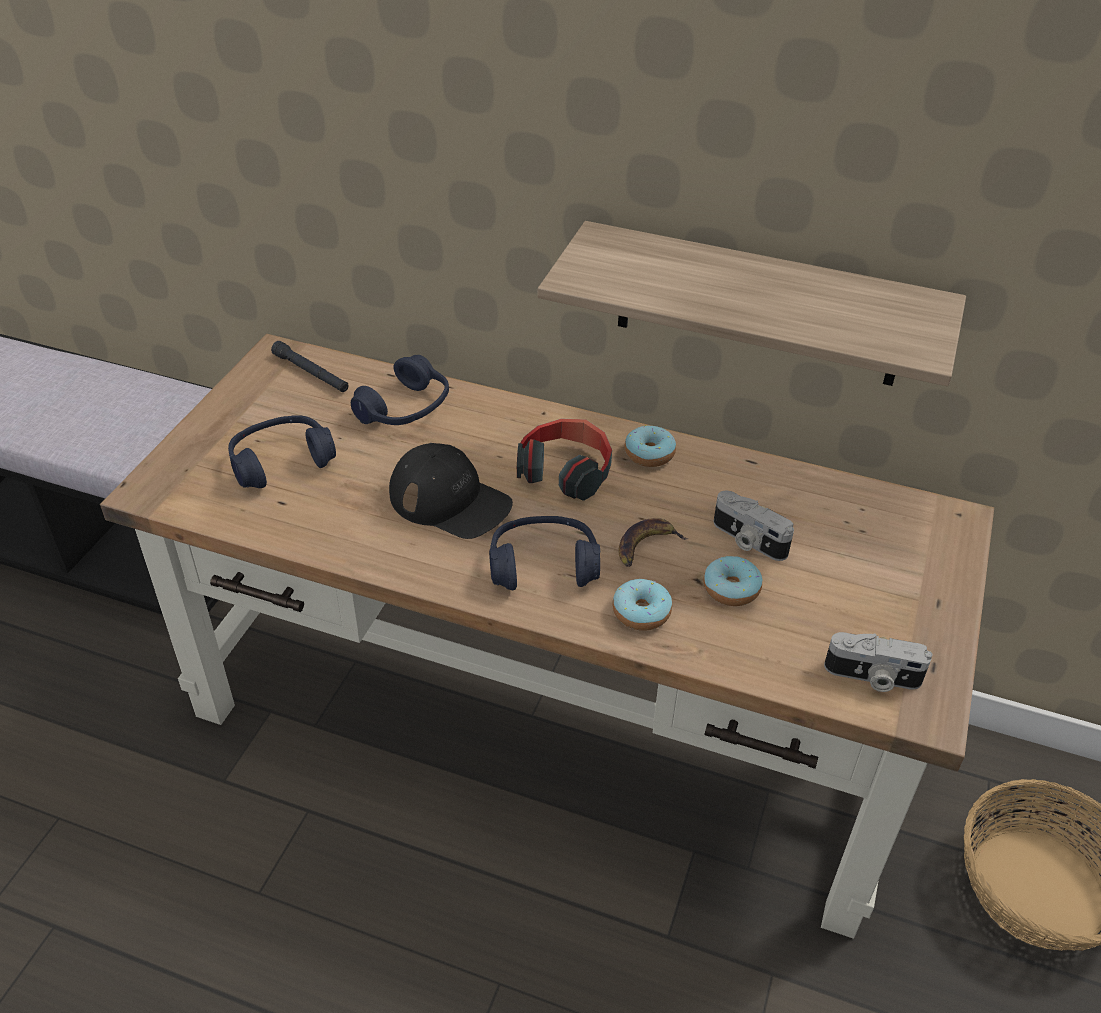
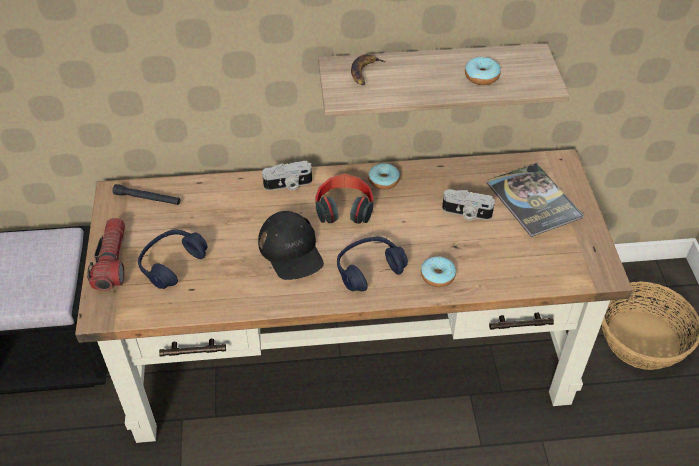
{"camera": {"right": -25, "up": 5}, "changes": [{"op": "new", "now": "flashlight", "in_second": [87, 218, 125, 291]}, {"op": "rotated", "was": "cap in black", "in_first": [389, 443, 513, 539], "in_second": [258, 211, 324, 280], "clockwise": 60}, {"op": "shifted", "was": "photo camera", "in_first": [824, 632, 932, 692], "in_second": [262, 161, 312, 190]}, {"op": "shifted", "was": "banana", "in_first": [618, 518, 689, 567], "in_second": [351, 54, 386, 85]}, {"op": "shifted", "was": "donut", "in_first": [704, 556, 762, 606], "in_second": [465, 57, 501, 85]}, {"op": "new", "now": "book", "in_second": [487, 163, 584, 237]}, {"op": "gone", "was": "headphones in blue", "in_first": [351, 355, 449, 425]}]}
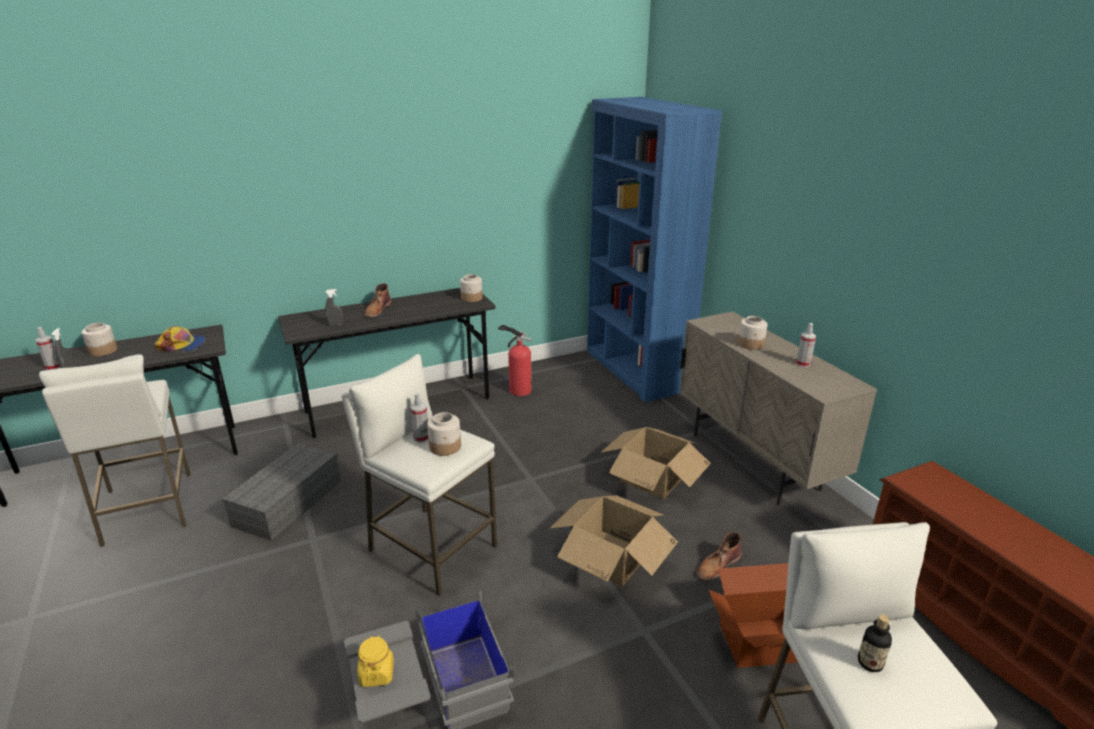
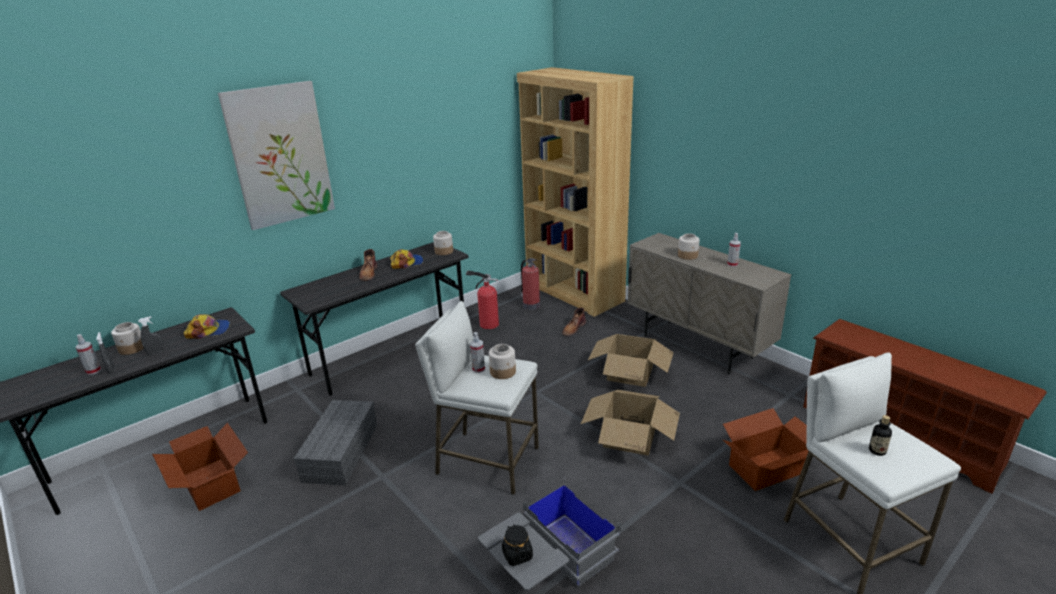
{"camera": {"right": -15, "up": 0}, "changes": [{"op": "shifted", "was": "spray bottle in grey", "in_first": [325, 289, 344, 326], "in_second": [138, 316, 164, 355]}, {"op": "swapped", "was": "stool in white", "now": "cardboard box", "in_first": [39, 354, 191, 547], "in_second": [152, 423, 248, 511]}, {"op": "new", "now": "picture", "in_second": [218, 81, 335, 230]}, {"op": "new", "now": "cap", "in_second": [390, 249, 424, 269]}, {"op": "repainted", "was": "jar in yellow", "now": "jar in black", "in_first": [357, 635, 394, 687], "in_second": [502, 524, 533, 566]}, {"op": "repainted", "was": "bookcase in blue", "now": "bookcase in brown", "in_first": [587, 97, 722, 402], "in_second": [517, 67, 634, 317]}, {"op": "new", "now": "fire extinguisher", "in_second": [521, 258, 540, 310]}, {"op": "shifted", "was": "boot in brown", "in_first": [696, 532, 742, 581], "in_second": [562, 307, 586, 336]}]}
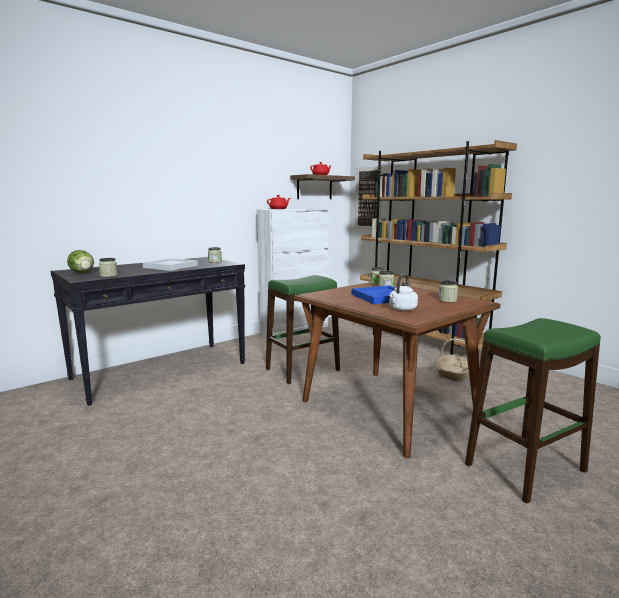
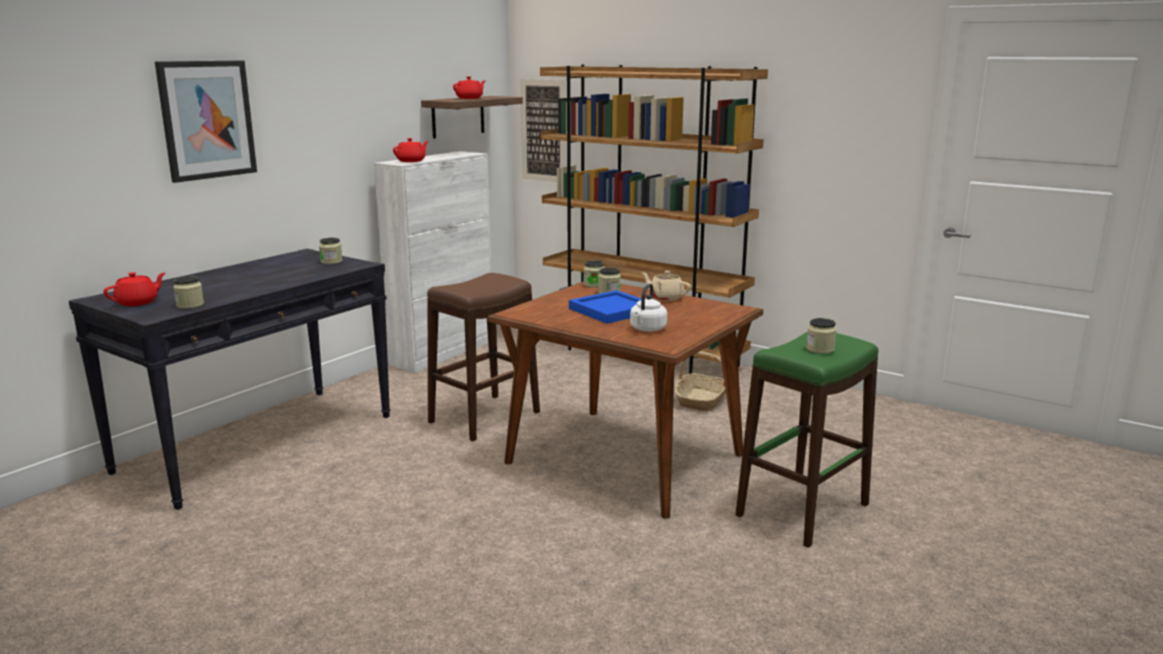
{"camera": {"right": -15, "up": 5}, "changes": [{"op": "swapped", "was": "lettuce", "now": "teapot in red", "in_first": [67, 250, 94, 273], "in_second": [103, 272, 166, 306]}, {"op": "new", "now": "picture", "in_second": [155, 60, 257, 183]}, {"op": "repainted", "was": "stool in green", "now": "stool in brown", "in_first": [266, 275, 340, 384], "in_second": [427, 273, 540, 441]}, {"op": "new", "now": "teapot in beige", "in_second": [641, 271, 691, 301]}, {"op": "shifted", "was": "jar", "in_first": [438, 280, 458, 302], "in_second": [806, 318, 837, 354]}, {"op": "gone", "was": "tray in white", "in_first": [143, 258, 198, 271]}]}
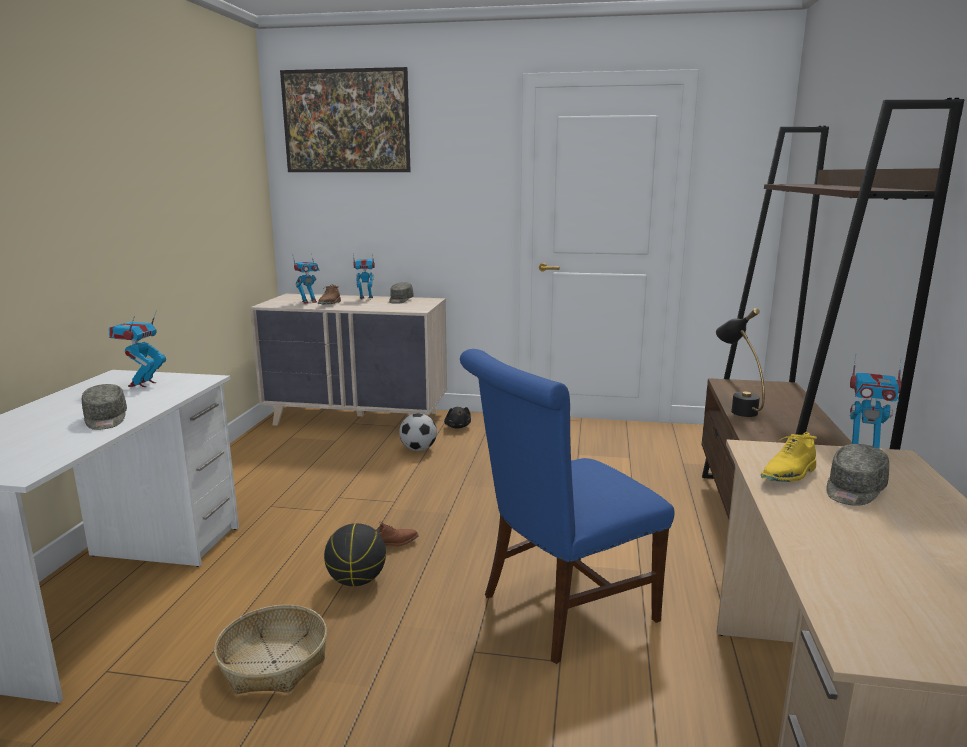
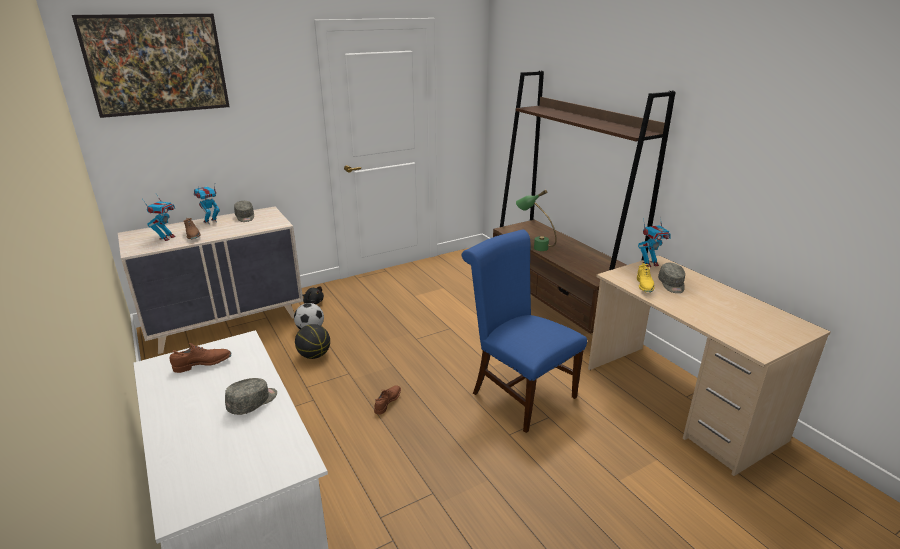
{"camera": {"right": -40, "up": 10}, "changes": [{"op": "swapped", "was": "toy robot", "now": "shoe in brown", "in_first": [109, 310, 166, 387], "in_second": [170, 343, 232, 373]}, {"op": "rotated", "was": "cap in grey", "in_first": [82, 384, 127, 430], "in_second": [225, 378, 277, 415], "clockwise": -75}, {"op": "shifted", "was": "basketball", "in_first": [324, 523, 386, 586], "in_second": [295, 324, 330, 359]}, {"op": "rotated", "was": "chair in blue", "in_first": [460, 349, 675, 664], "in_second": [462, 229, 587, 433], "clockwise": 120}, {"op": "repainted", "was": "table lamp in black", "now": "table lamp in green", "in_first": [716, 308, 765, 417], "in_second": [516, 190, 557, 251]}, {"op": "gone", "was": "basket", "in_first": [214, 605, 327, 694]}]}
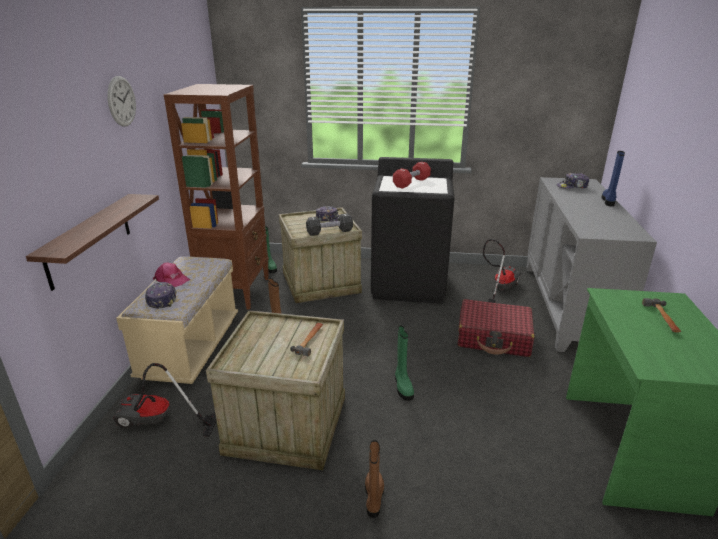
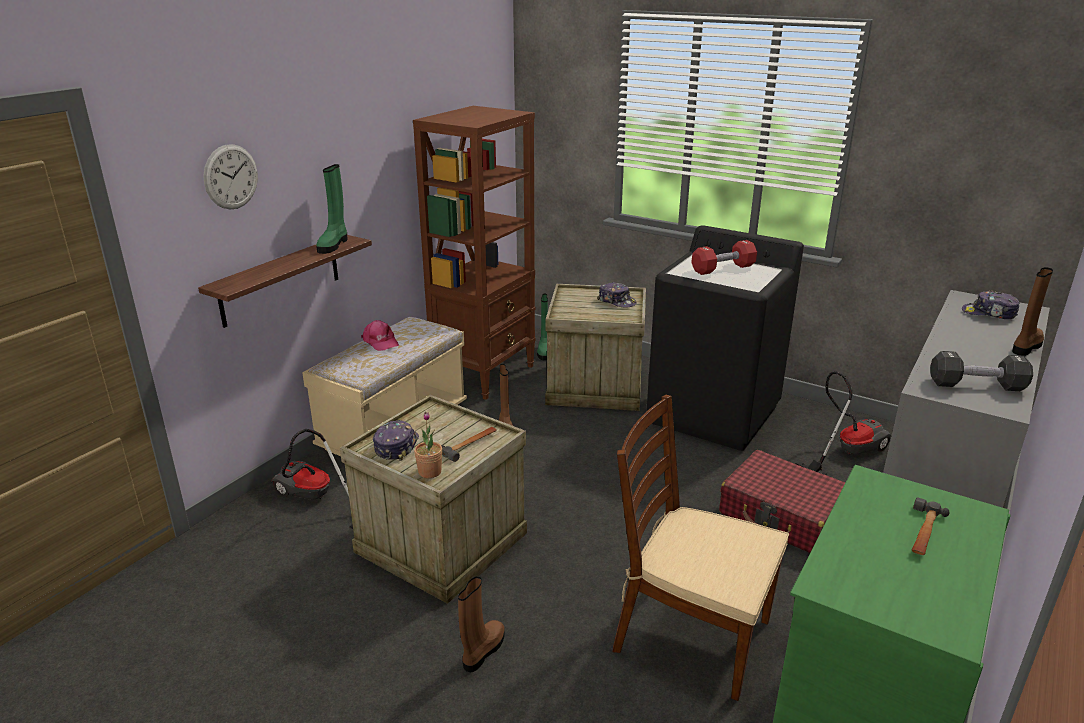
{"camera": {"right": 25, "up": 0}, "changes": [{"op": "shifted", "was": "wall clock", "in_first": [107, 76, 136, 127], "in_second": [203, 144, 258, 210]}, {"op": "shifted", "was": "boot in green", "in_first": [395, 325, 414, 401], "in_second": [316, 164, 347, 254]}, {"op": "shifted", "was": "cap", "in_first": [145, 282, 177, 308], "in_second": [373, 420, 419, 461]}, {"op": "new", "now": "potted plant", "in_second": [414, 412, 442, 478]}, {"op": "new", "now": "chair in brown", "in_second": [613, 395, 789, 701]}, {"op": "shifted", "was": "dumbbell in black", "in_first": [306, 213, 353, 236], "in_second": [930, 351, 1033, 391]}, {"op": "repainted", "was": "boot in blue", "now": "boot in brown", "in_first": [601, 151, 625, 206], "in_second": [1012, 267, 1053, 356]}]}
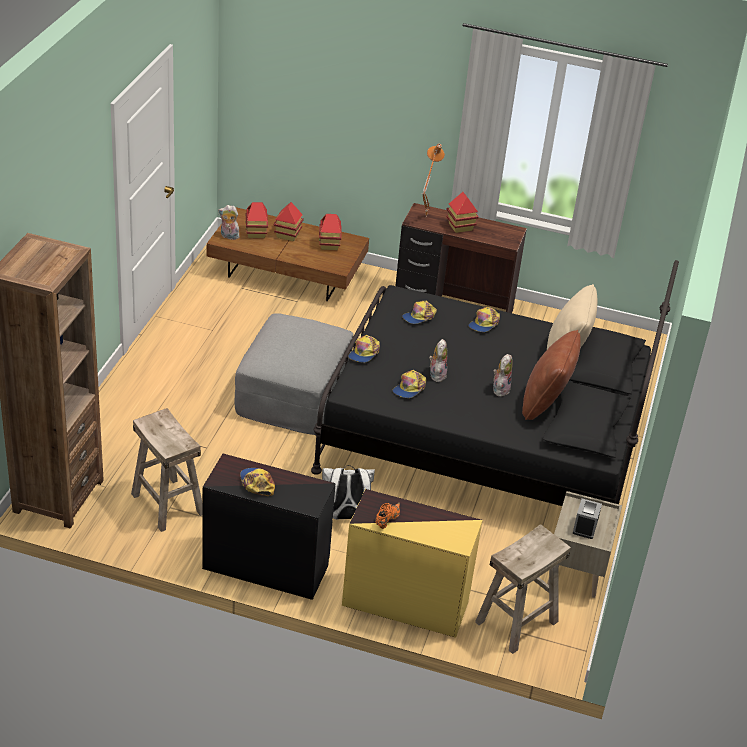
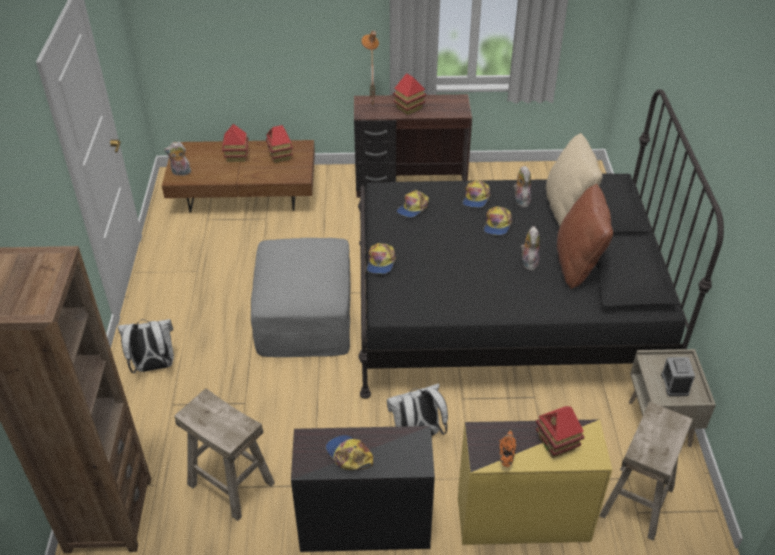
{"camera": {"right": -15, "up": 5}, "changes": [{"op": "new", "now": "backpack in white", "in_second": [118, 319, 174, 373]}, {"op": "shifted", "was": "cap", "in_first": [392, 370, 426, 398], "in_second": [483, 206, 512, 235]}, {"op": "shifted", "was": "plush toy", "in_first": [429, 339, 447, 382], "in_second": [514, 166, 531, 207]}, {"op": "shifted", "was": "toy house", "in_first": [246, 202, 268, 239], "in_second": [536, 406, 584, 458]}]}
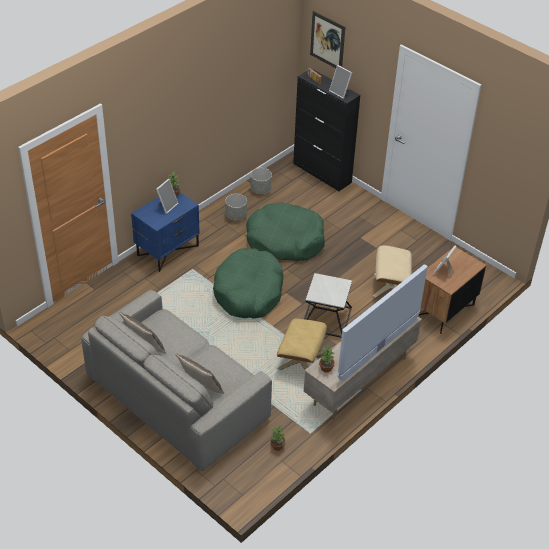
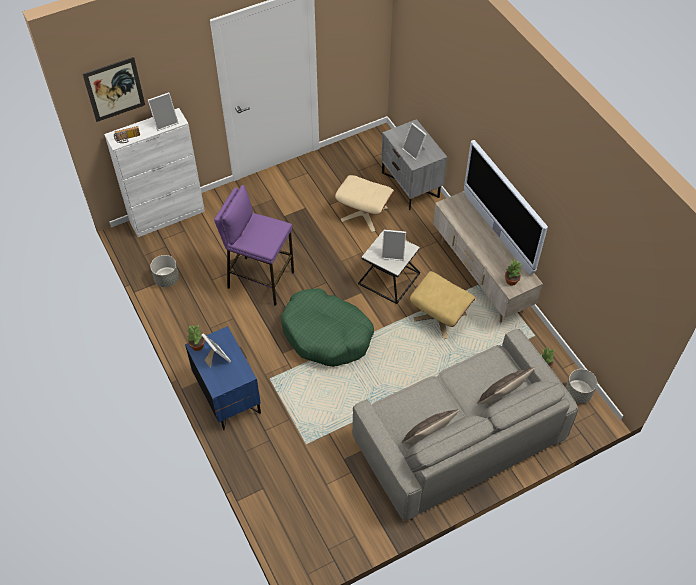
{"camera": {"right": -70, "up": 10}, "changes": [{"op": "repainted", "was": "cabinet in black", "now": "cabinet in white", "in_first": [293, 68, 360, 191], "in_second": [104, 108, 205, 237]}, {"op": "swapped", "was": "dog bed in green", "now": "stool in purple", "in_first": [246, 203, 325, 261], "in_second": [214, 185, 294, 306]}, {"op": "repainted", "was": "nightstand in brown", "now": "nightstand in grey", "in_first": [419, 247, 486, 334], "in_second": [381, 119, 447, 210]}, {"op": "new", "now": "picture frame", "in_second": [382, 229, 406, 261]}, {"op": "shifted", "was": "planter in grey", "in_first": [225, 194, 247, 221], "in_second": [565, 369, 597, 404]}]}
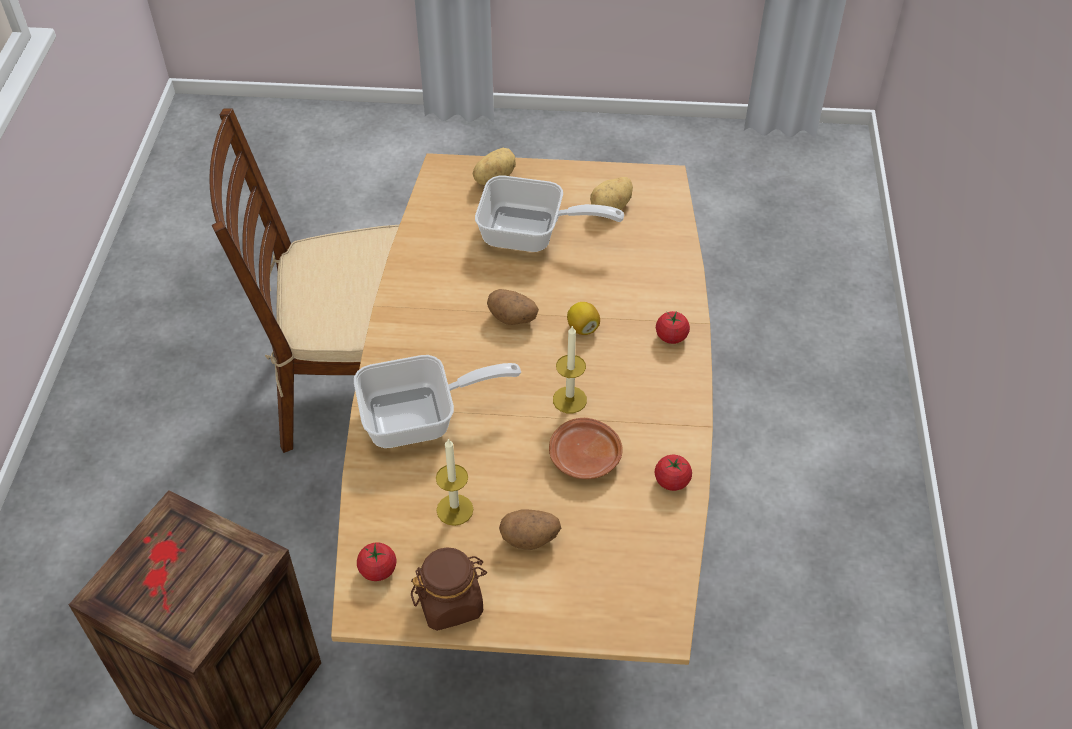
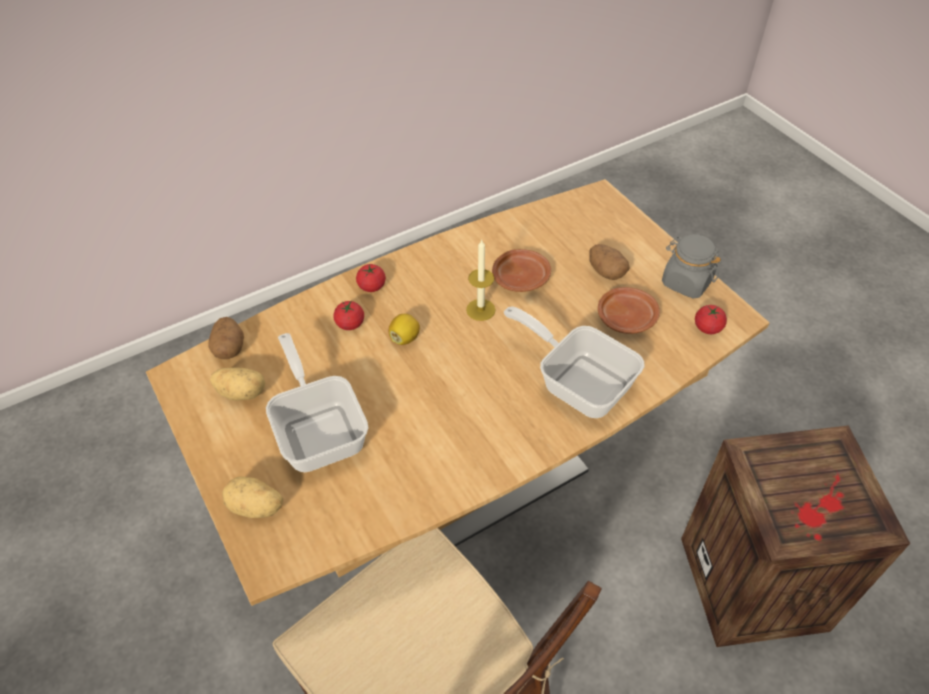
{"camera": {"right": -125, "up": 0}, "changes": [{"op": "shifted", "was": "potato", "in_first": [487, 289, 539, 325], "in_second": [208, 317, 244, 359]}, {"op": "shifted", "was": "tomato", "in_first": [655, 455, 692, 491], "in_second": [333, 301, 364, 330]}, {"op": "swapped", "was": "candle", "now": "plate in brown", "in_first": [436, 438, 473, 526], "in_second": [598, 287, 660, 334]}, {"op": "repainted", "was": "jar in brown", "now": "jar in grey", "in_first": [411, 547, 487, 631], "in_second": [662, 234, 721, 299]}]}
